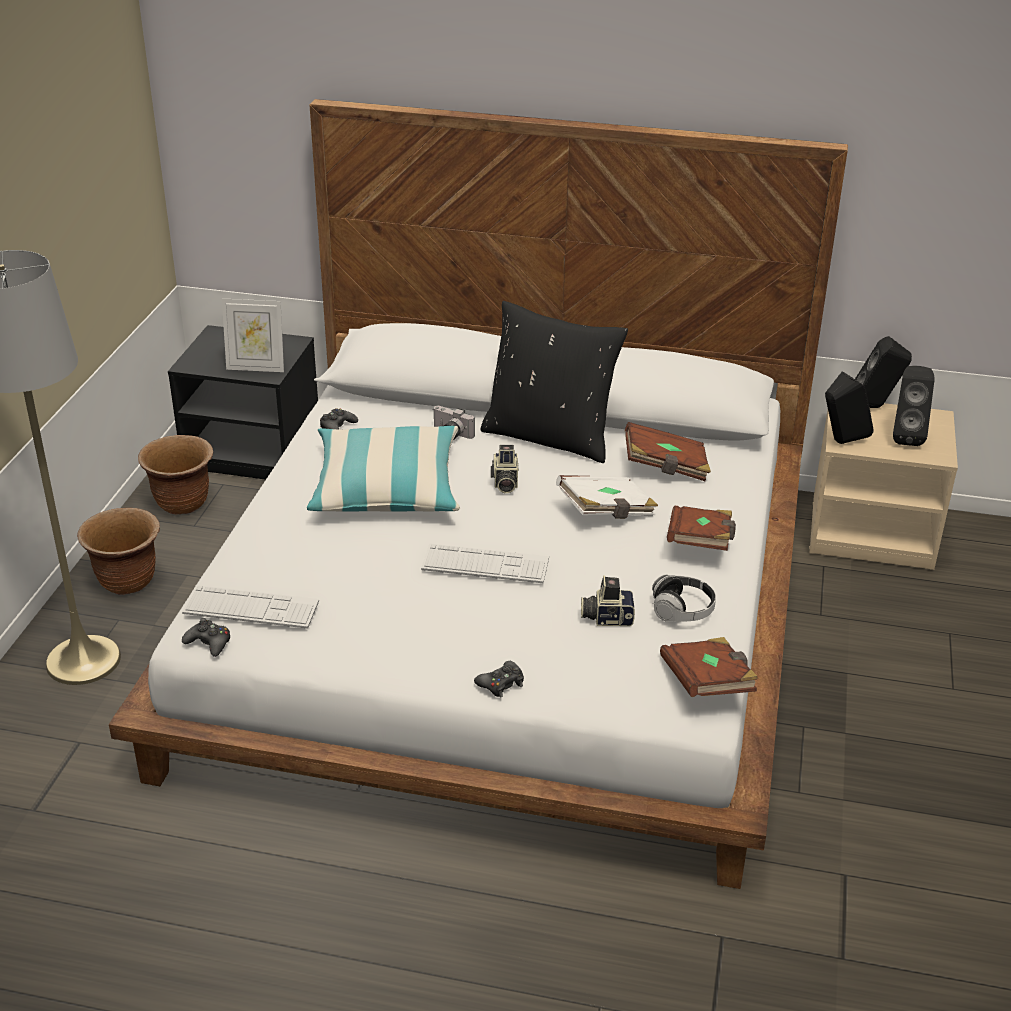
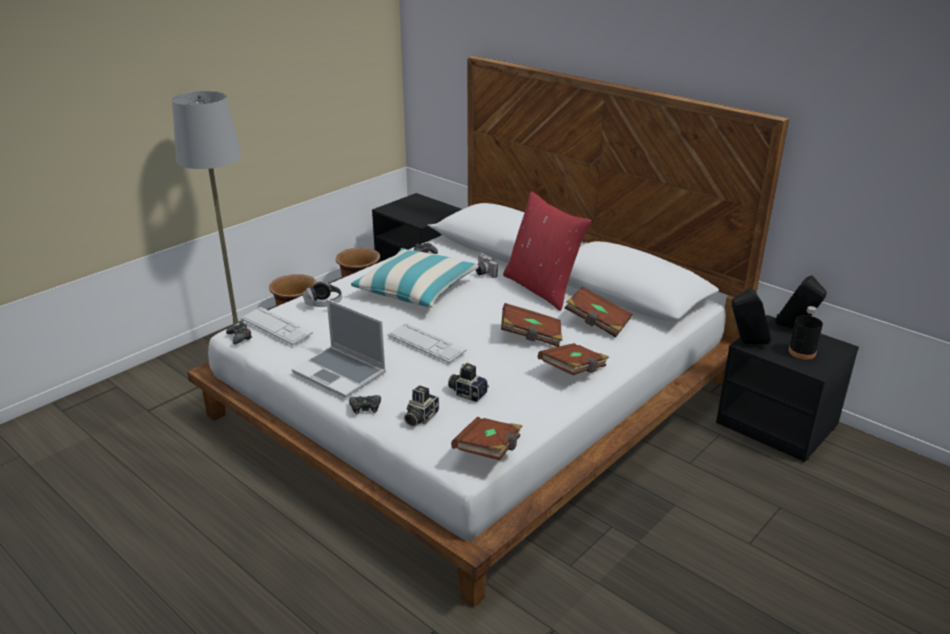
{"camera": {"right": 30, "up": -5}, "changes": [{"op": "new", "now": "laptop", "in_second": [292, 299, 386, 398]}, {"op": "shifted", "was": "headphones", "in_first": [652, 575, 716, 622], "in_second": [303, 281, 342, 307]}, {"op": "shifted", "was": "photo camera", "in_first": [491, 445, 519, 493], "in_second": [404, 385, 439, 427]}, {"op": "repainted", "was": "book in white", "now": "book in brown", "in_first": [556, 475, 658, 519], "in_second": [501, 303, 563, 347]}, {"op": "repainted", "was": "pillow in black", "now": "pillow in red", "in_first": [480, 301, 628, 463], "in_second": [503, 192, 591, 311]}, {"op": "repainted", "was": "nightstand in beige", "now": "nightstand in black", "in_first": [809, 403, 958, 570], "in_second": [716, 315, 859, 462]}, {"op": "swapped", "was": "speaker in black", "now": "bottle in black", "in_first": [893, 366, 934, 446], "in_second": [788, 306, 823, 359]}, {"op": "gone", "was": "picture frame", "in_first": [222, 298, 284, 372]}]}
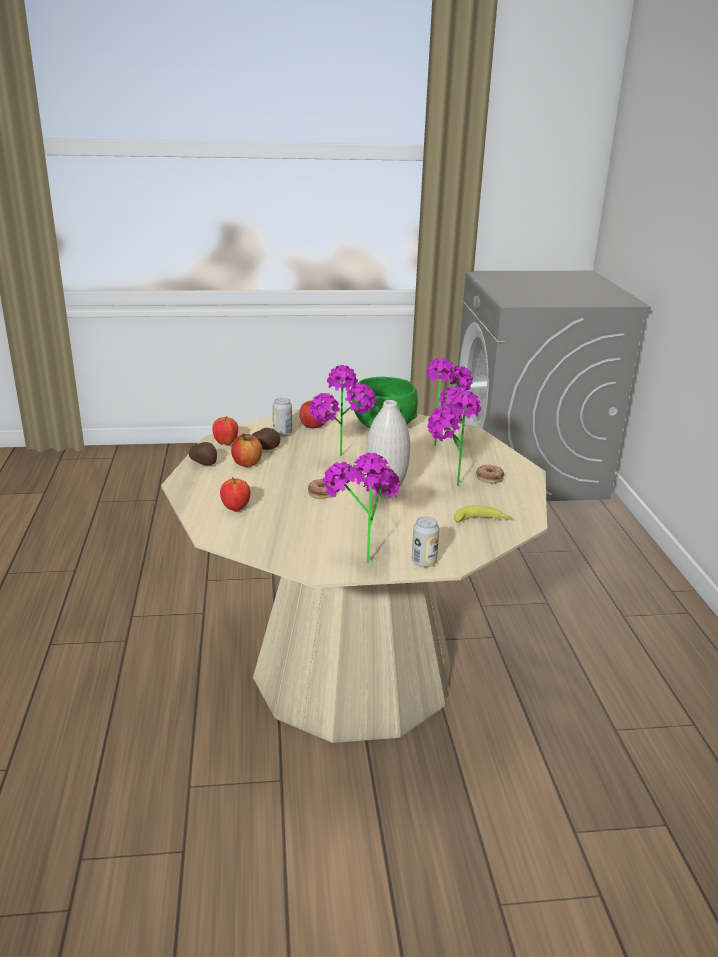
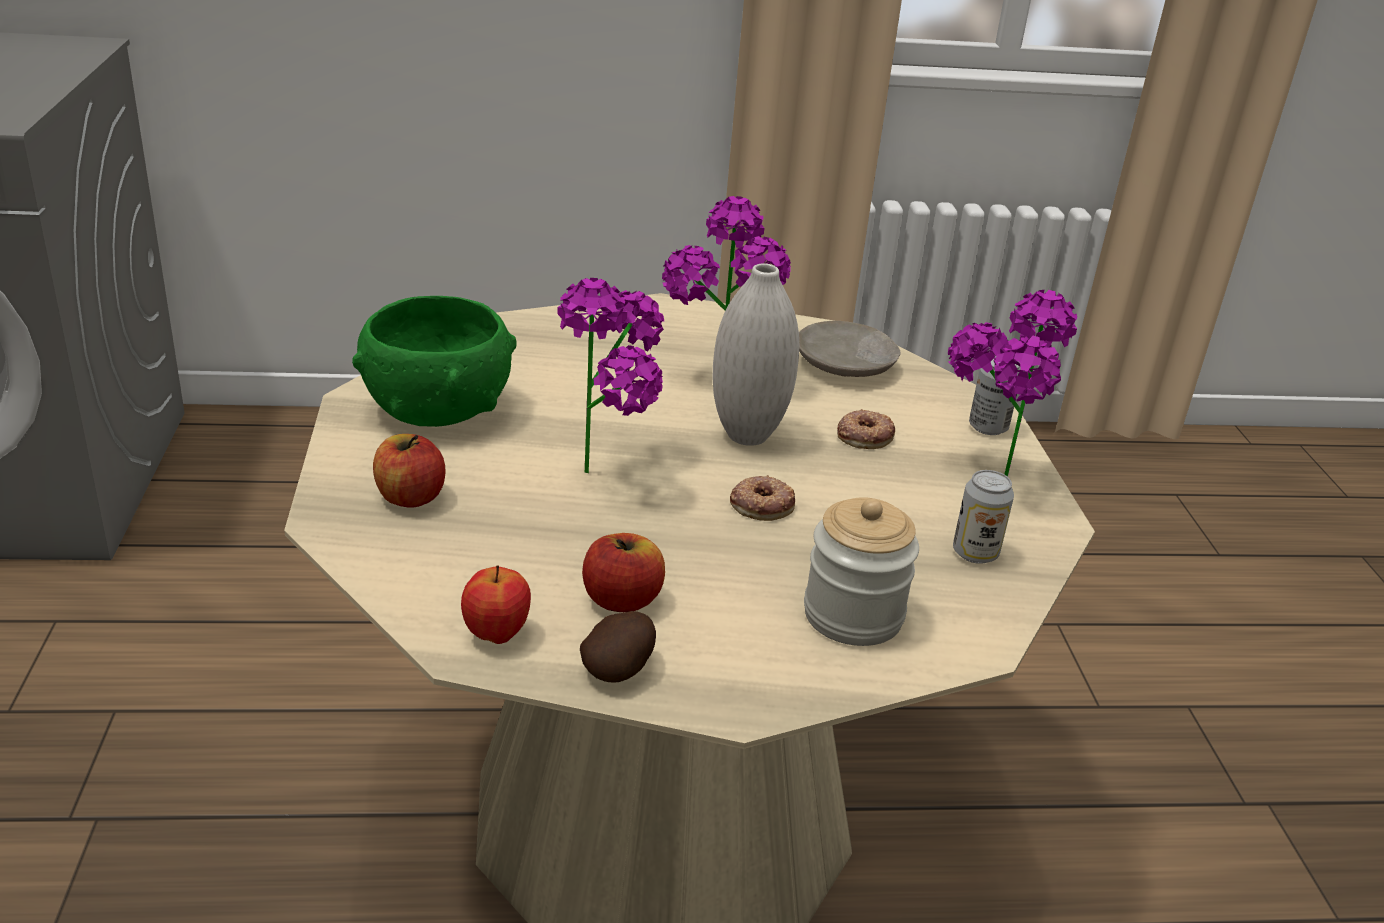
{"camera": {"right": -90, "up": 5}, "changes": [{"op": "swapped", "was": "banana", "now": "plate in beige", "in_first": [454, 505, 513, 523], "in_second": [799, 321, 900, 377]}, {"op": "swapped", "was": "apple", "now": "jar", "in_first": [220, 477, 250, 512], "in_second": [804, 497, 919, 646]}, {"op": "shifted", "was": "donut", "in_first": [476, 465, 504, 484], "in_second": [837, 409, 895, 449]}, {"op": "shifted", "was": "can", "in_first": [273, 398, 292, 437], "in_second": [953, 470, 1014, 564]}, {"op": "gone", "was": "potato", "in_first": [252, 428, 280, 450]}, {"op": "gone", "was": "potted plant", "in_first": [426, 357, 473, 446]}]}
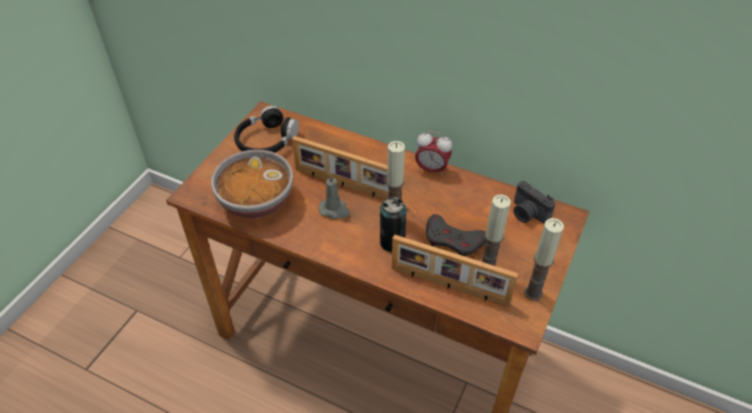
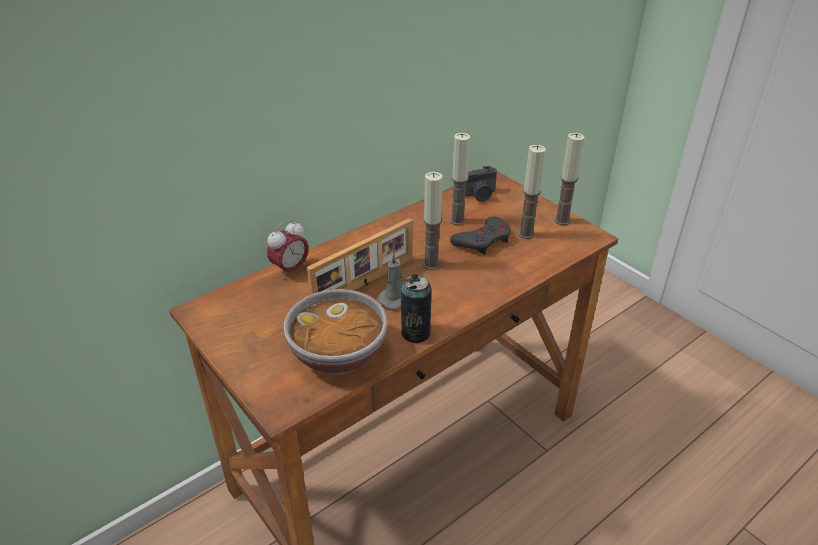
{"camera": {"right": -65, "up": -10}, "changes": [{"op": "shifted", "was": "alarm clock", "in_first": [415, 131, 452, 176], "in_second": [267, 220, 309, 279]}, {"op": "shifted", "was": "can", "in_first": [380, 197, 407, 252], "in_second": [401, 275, 431, 343]}, {"op": "new", "now": "candle", "in_second": [450, 133, 470, 225]}, {"op": "gone", "was": "headphones in black", "in_first": [234, 106, 299, 153]}, {"op": "gone", "was": "picture frame", "in_first": [392, 234, 518, 307]}]}
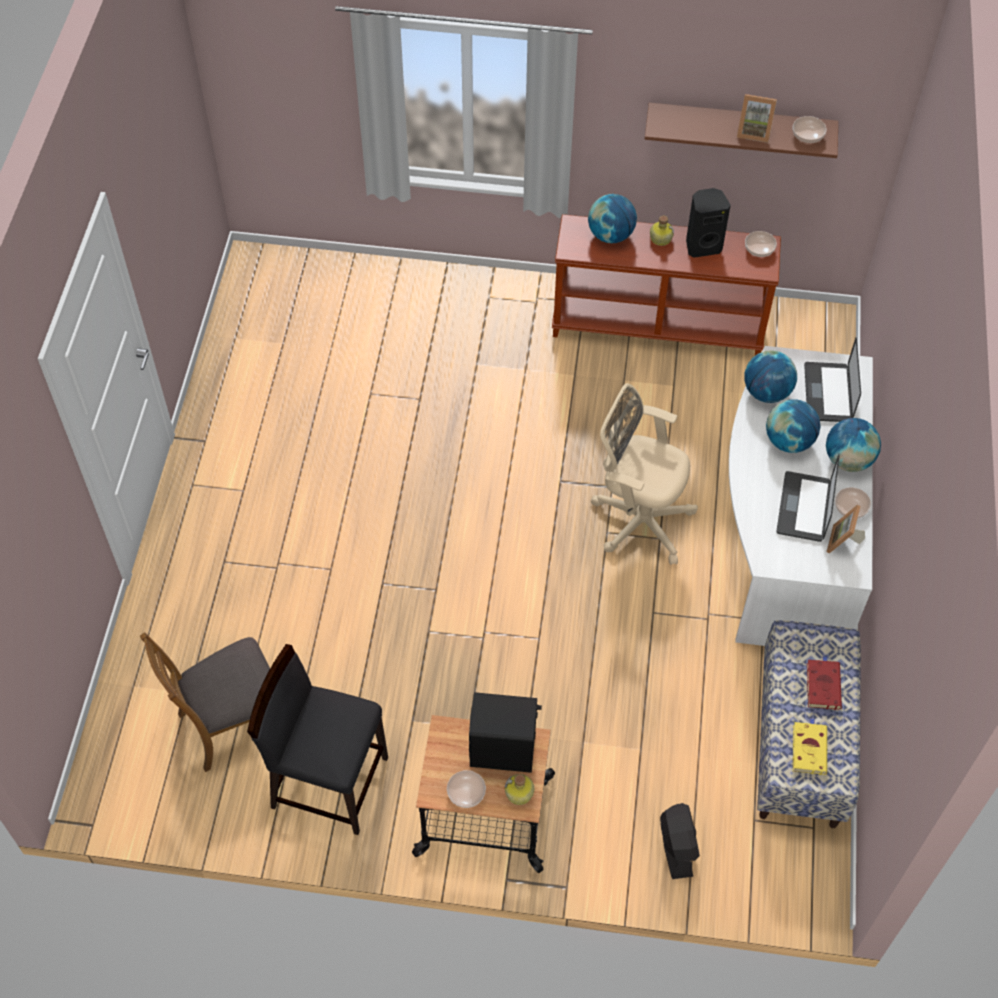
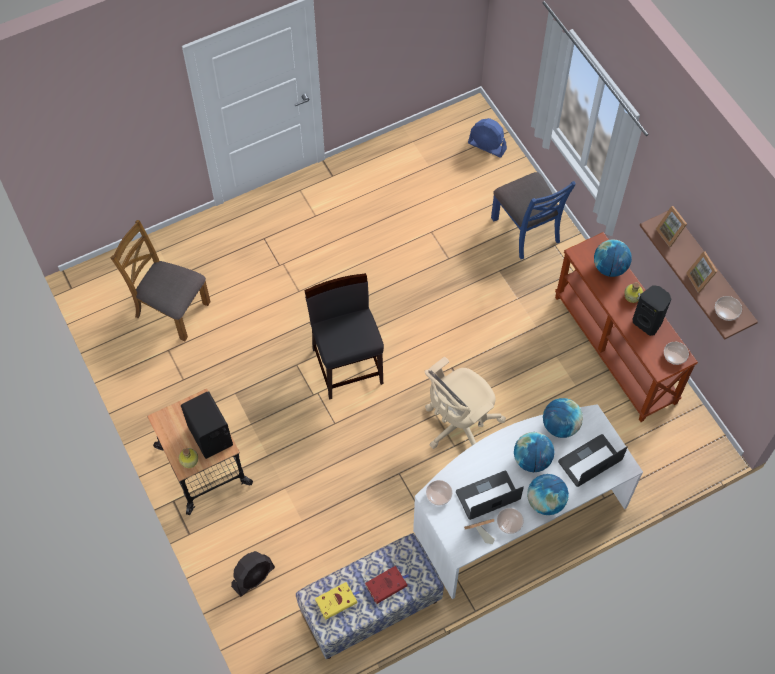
{"camera": {"right": 55, "up": 5}, "changes": [{"op": "shifted", "was": "chair in black", "in_first": [247, 644, 388, 835], "in_second": [304, 273, 384, 400]}, {"op": "rotated", "was": "office chair in beige", "in_first": [591, 383, 698, 565], "in_second": [424, 357, 506, 449], "clockwise": -120}, {"op": "shifted", "was": "bowl", "in_first": [447, 770, 486, 808], "in_second": [426, 480, 452, 506]}, {"op": "new", "now": "fan in blue", "in_second": [468, 118, 507, 158]}, {"op": "new", "now": "chair in blue", "in_second": [491, 172, 576, 259]}, {"op": "new", "now": "picture frame", "in_second": [656, 206, 687, 247]}]}
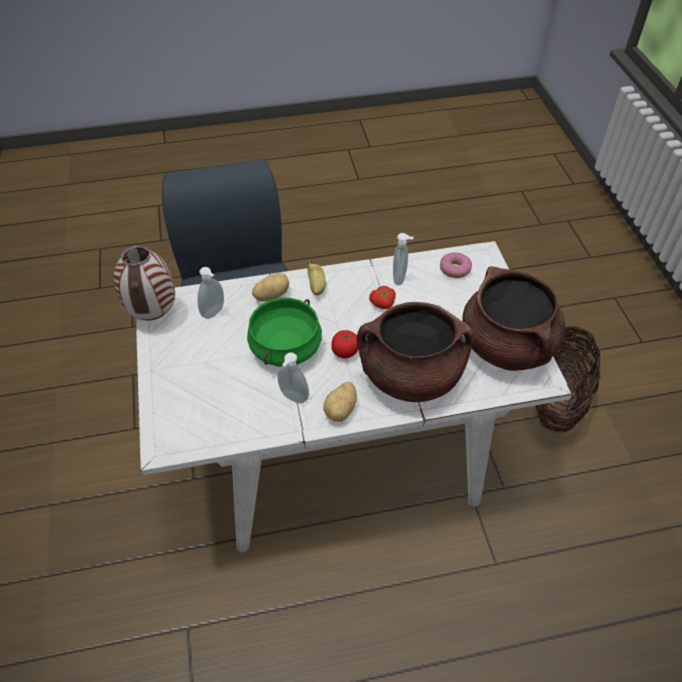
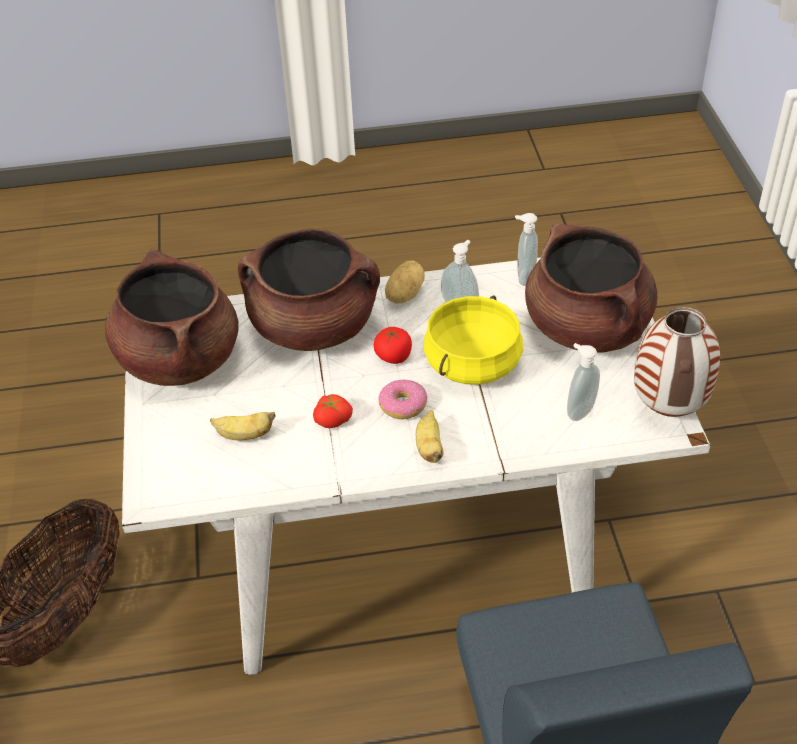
{"camera": {"right": -175, "up": -5}, "changes": [{"op": "new", "now": "banana", "in_second": [210, 412, 276, 440]}, {"op": "shifted", "was": "donut", "in_first": [440, 252, 472, 278], "in_second": [378, 379, 427, 419]}, {"op": "repainted", "was": "cooking pot in green", "now": "cooking pot in yellow", "in_first": [247, 298, 322, 367], "in_second": [424, 295, 523, 385]}, {"op": "shifted", "was": "soap dispenser", "in_first": [393, 233, 414, 285], "in_second": [515, 213, 538, 286]}, {"op": "new", "now": "cooking pot in brown", "in_second": [525, 224, 657, 353]}, {"op": "gone", "was": "potato", "in_first": [252, 272, 289, 302]}]}
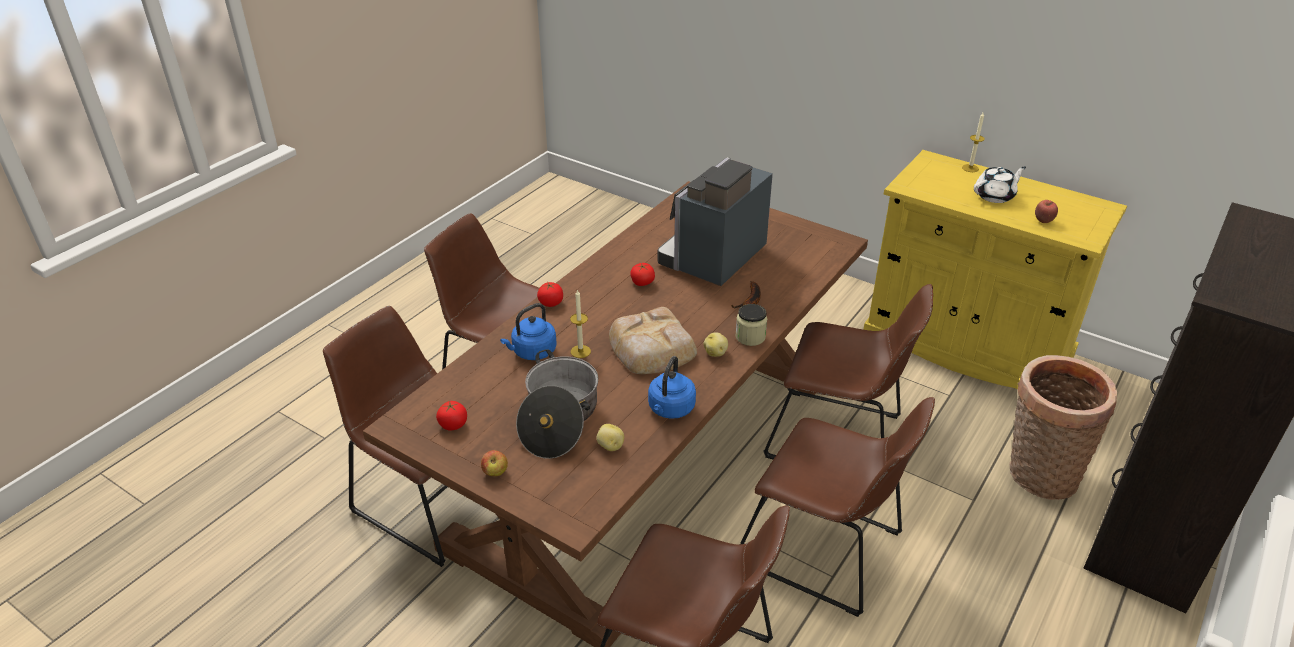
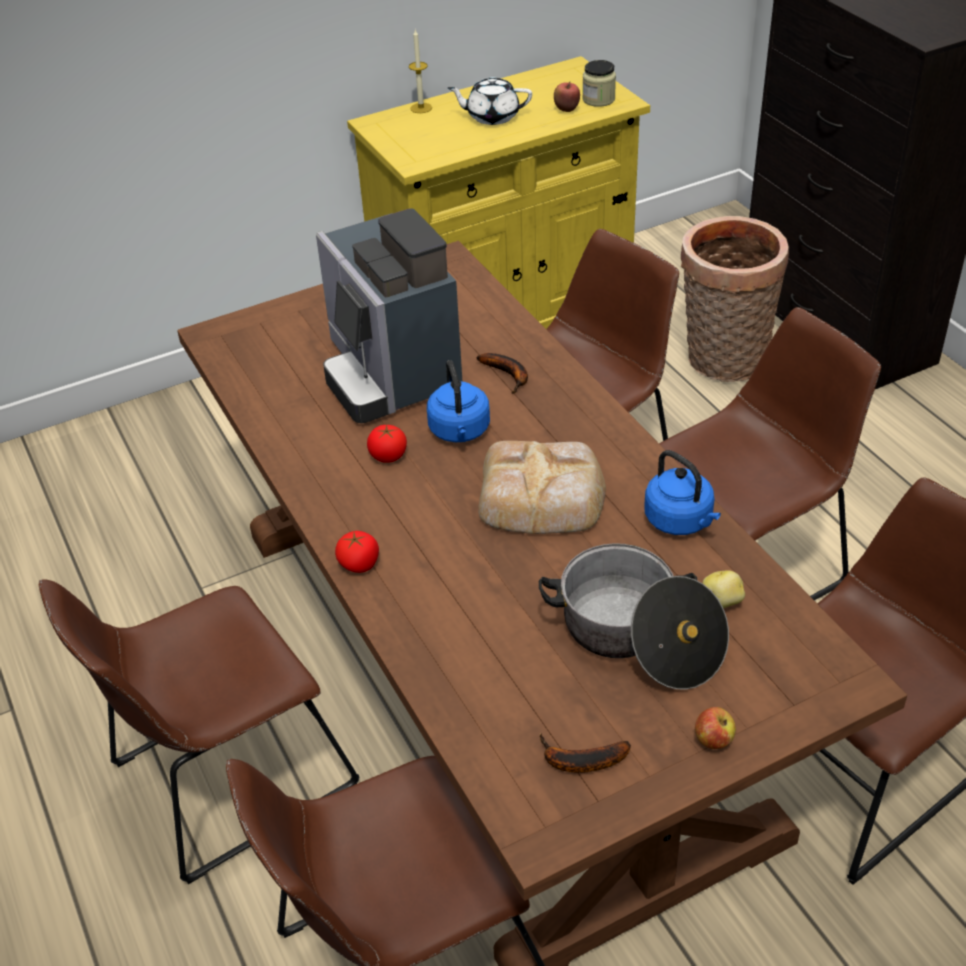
{"camera": {"right": -60, "up": 5}, "changes": [{"op": "shifted", "was": "kettle in blue", "in_first": [500, 303, 557, 360], "in_second": [427, 360, 490, 442]}, {"op": "rotated", "was": "teapot in white", "in_first": [974, 167, 1026, 203], "in_second": [448, 77, 532, 125], "clockwise": -90}, {"op": "swapped", "was": "tomato", "now": "banana", "in_first": [436, 401, 467, 431], "in_second": [540, 733, 631, 773]}, {"op": "shifted", "was": "jar", "in_first": [735, 304, 767, 346], "in_second": [582, 60, 616, 107]}, {"op": "gone", "was": "candle", "in_first": [570, 289, 591, 358]}, {"op": "gone", "was": "potato", "in_first": [703, 332, 728, 357]}]}
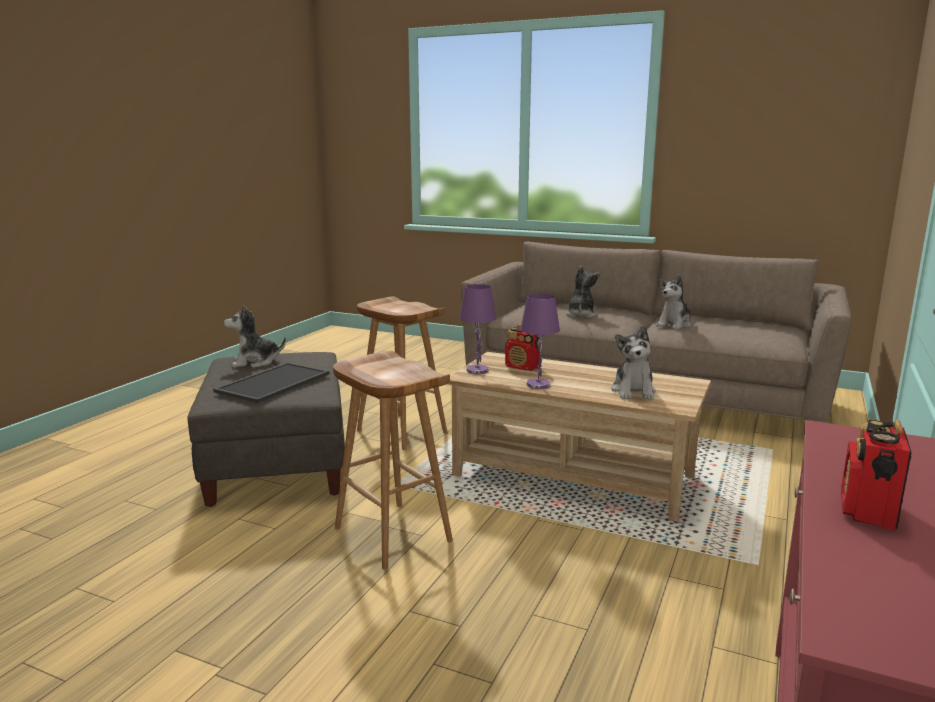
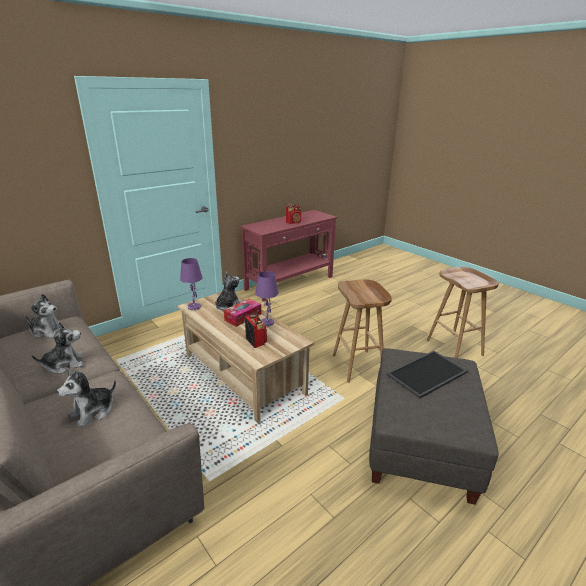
{"camera": {"right": -155, "up": 10}, "changes": [{"op": "shifted", "was": "plush toy", "in_first": [224, 305, 286, 368], "in_second": [25, 294, 66, 339]}, {"op": "shifted", "was": "table lamp in purple", "in_first": [459, 284, 496, 374], "in_second": [180, 258, 202, 310]}, {"op": "new", "now": "tissue box", "in_second": [224, 299, 261, 327]}, {"op": "shifted", "was": "stool in brown", "in_first": [357, 296, 447, 450], "in_second": [426, 267, 499, 358]}]}
